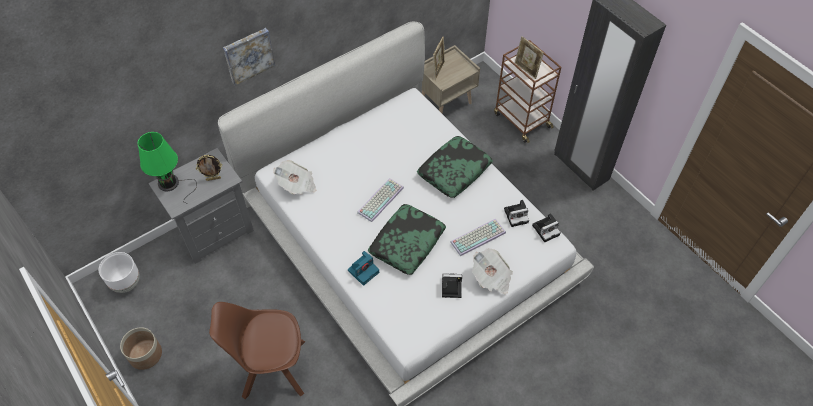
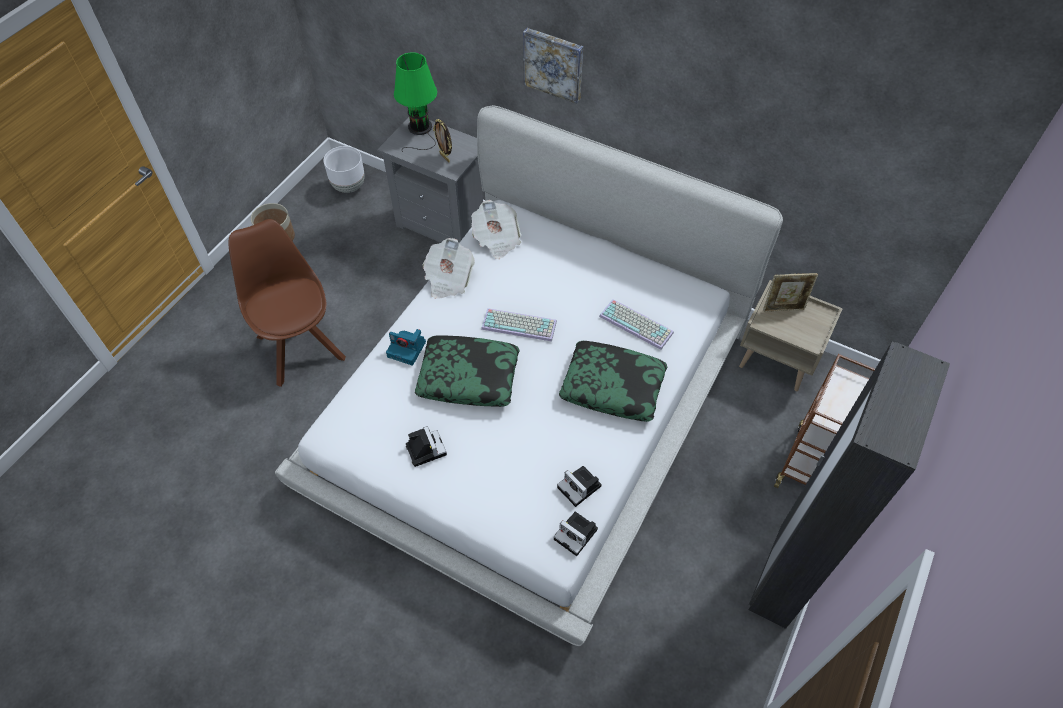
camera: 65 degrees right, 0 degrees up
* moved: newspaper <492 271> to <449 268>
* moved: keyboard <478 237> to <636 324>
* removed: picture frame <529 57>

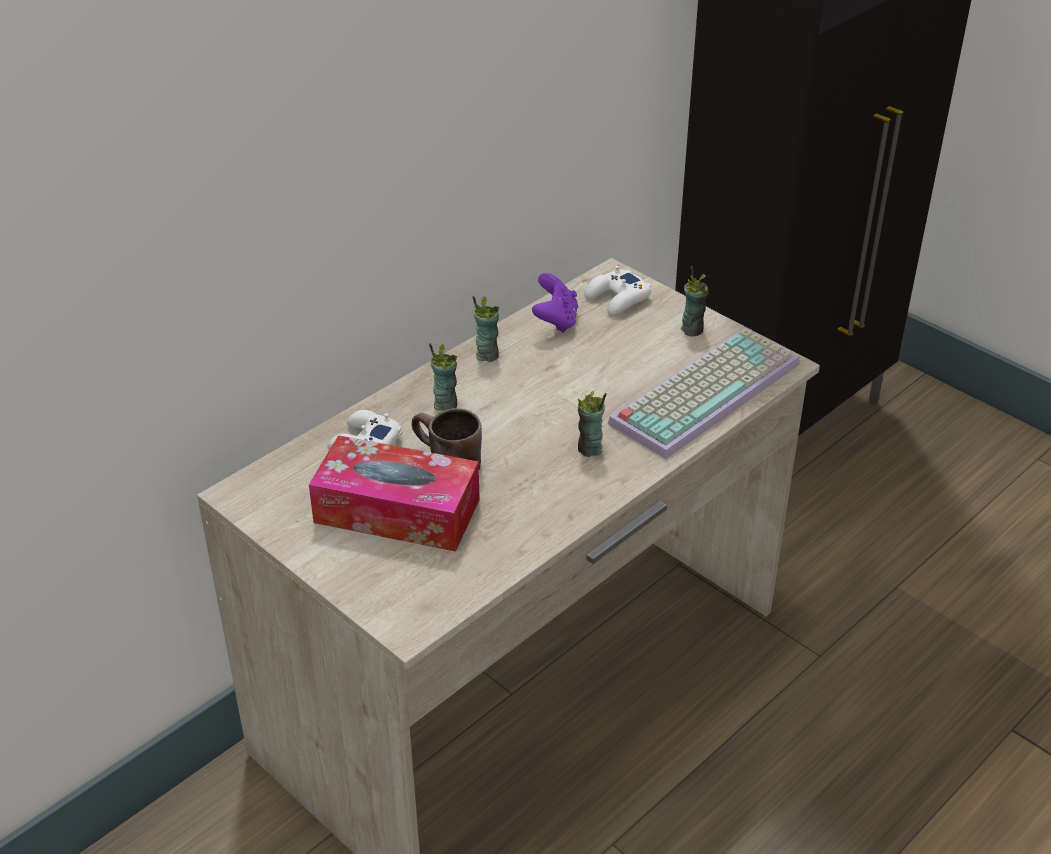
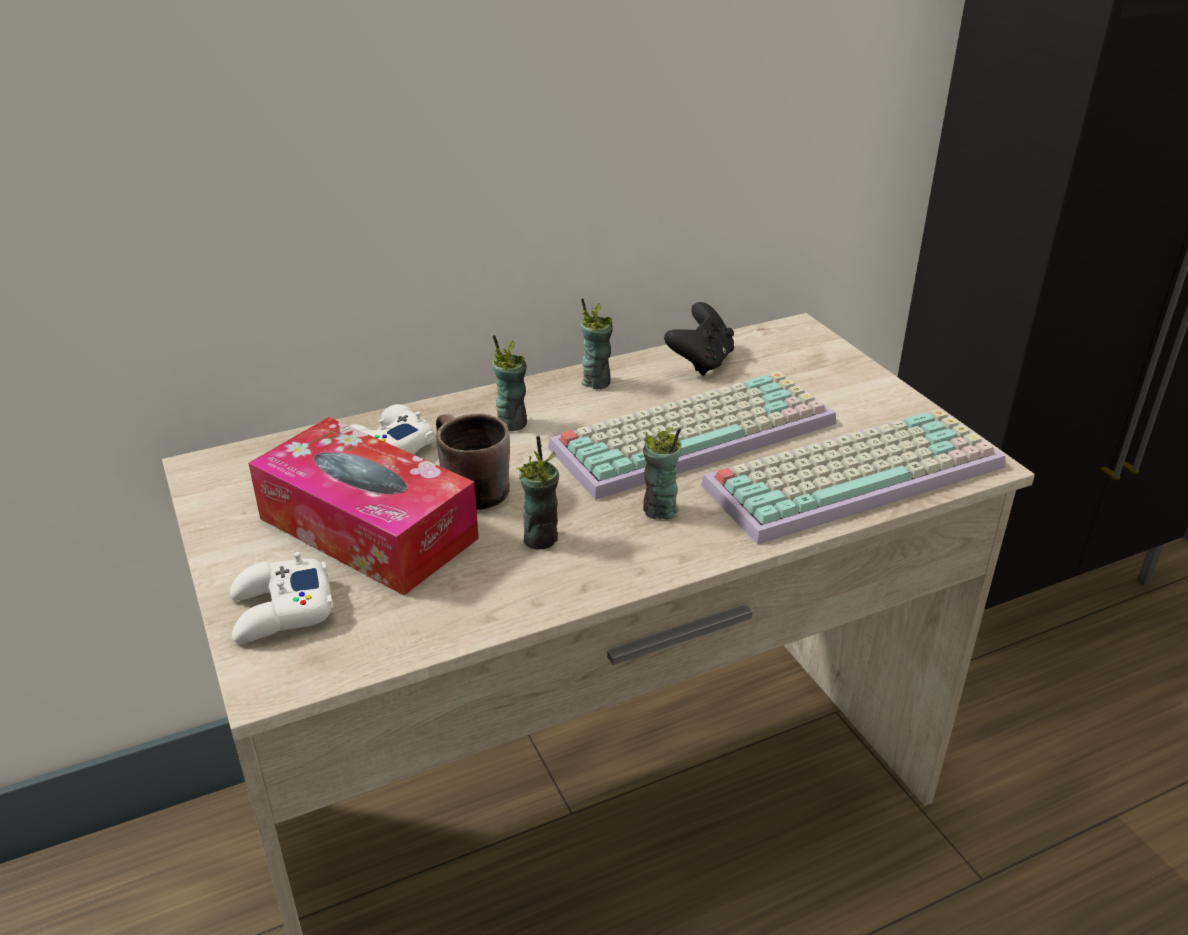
camera: 20 degrees right, 5 degrees down
* moved: game controller (white) <617 290> to <282 597>
* moved: cup <695 301> to <537 493>
* added: keyboard <692 436>
* recoloured: game controller (purple) <555 303> to game controller (black) <699 339>

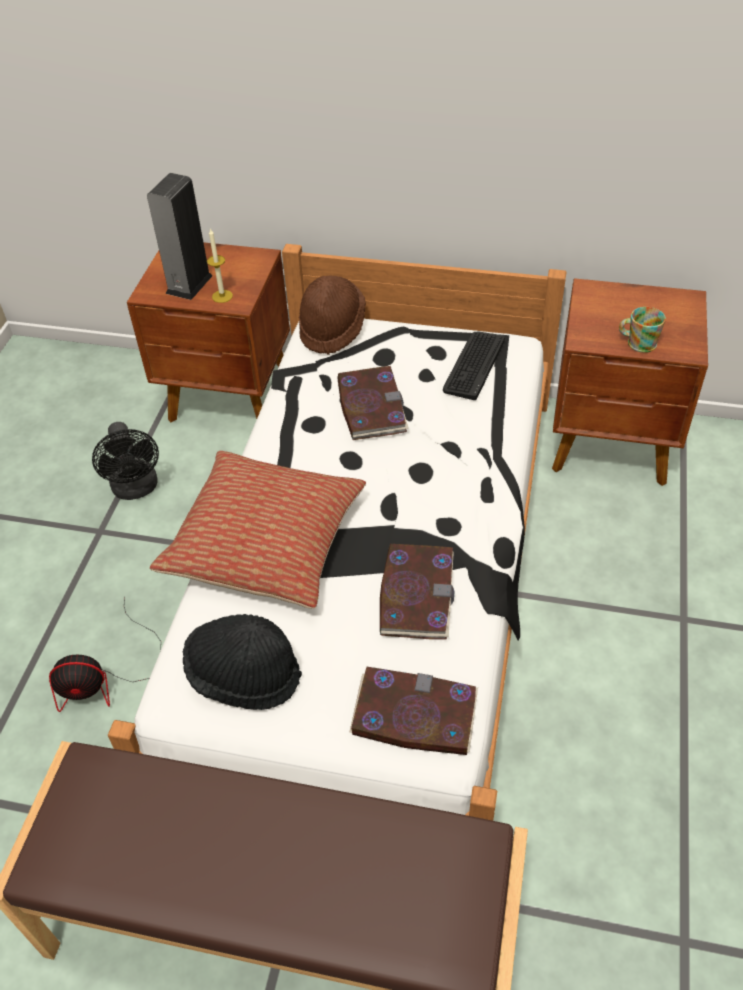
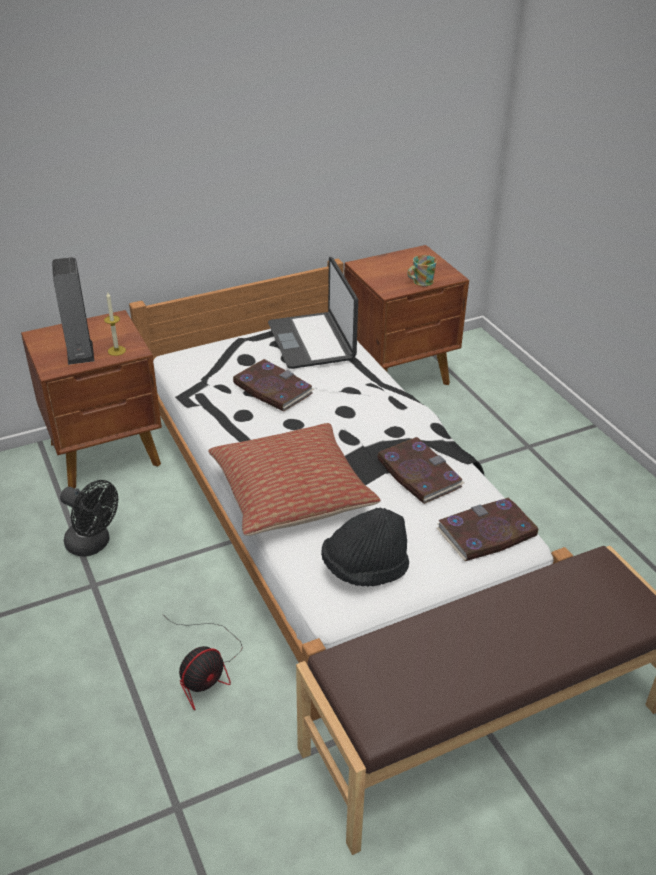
camera: 40 degrees left, 10 degrees down
* replaced: keyboard <474 365> to laptop <313 313>
* removed: hat (brown) <332 315>

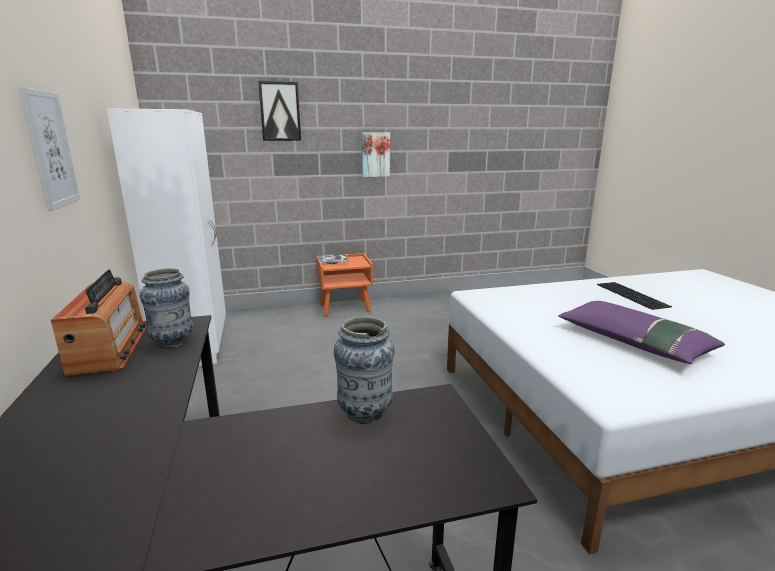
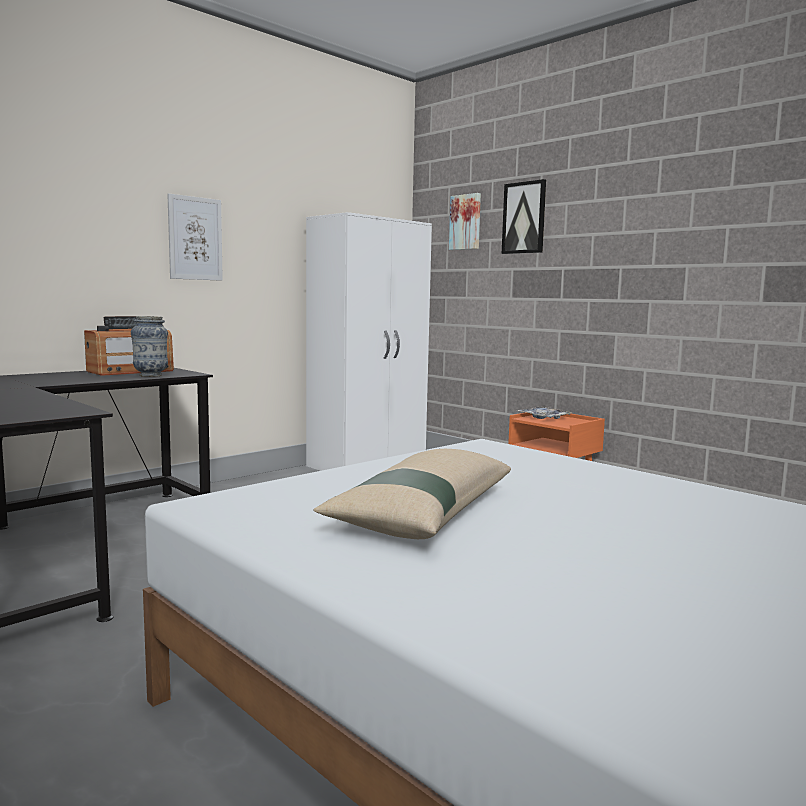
camera: 60 degrees right, 10 degrees down
* recoloured: pillow (purple) <641 332> to pillow (beige) <412 494>
* moved: picture <375 154> to <465 221>
* removed: vase <364 370>
* removed: keyboard <634 296>

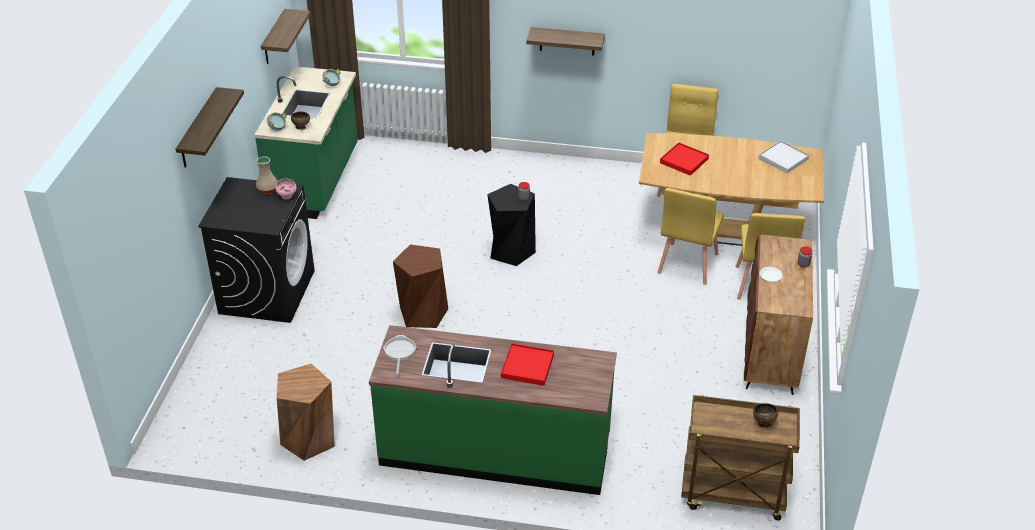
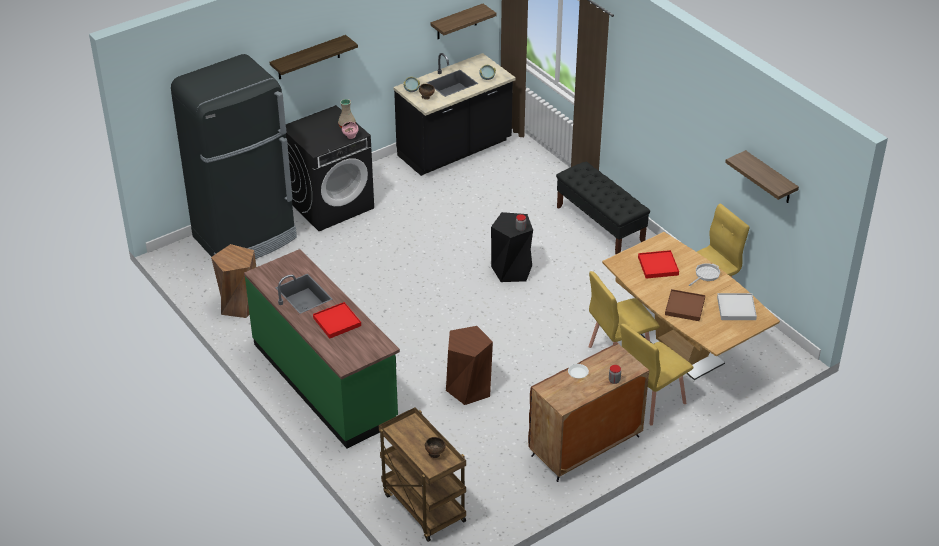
camera: 45 degrees right, 0 degrees up
* added: fridge (black) <234 156>
* recoloured: counter (green) <306 142> to counter (black) <454 114>
* moved: stool (brown) <420 286> to <469 365>
* added: bench (black) <603 208>
* added: tray (brown) <685 305>
* moved: frying pan <400 355> to <704 274>
* moved: shelf <565 41> to <762 176>

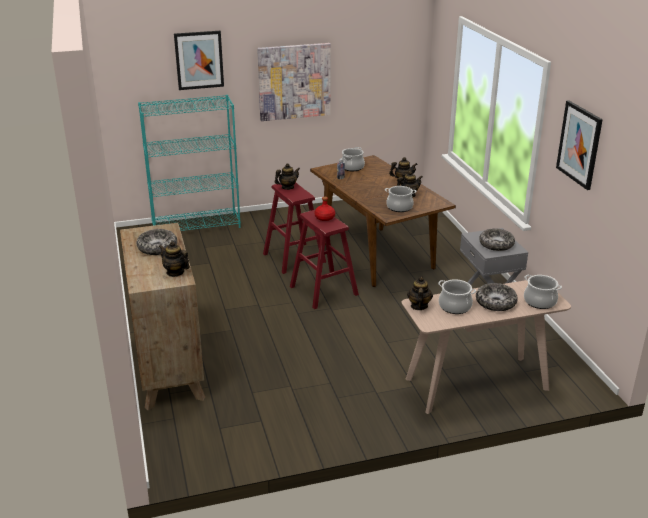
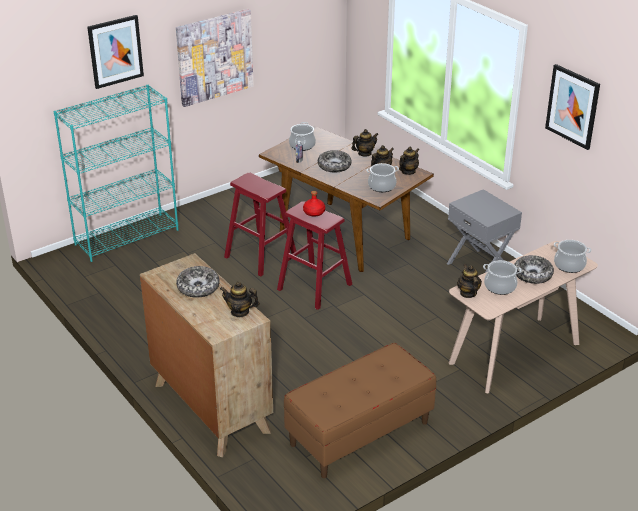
camera: 20 degrees left, 5 degrees up
* added: bench (brown) <360 410>
* moved: bowl <497 239> to <335 161>
* moved: teapot <287 176> to <409 161>

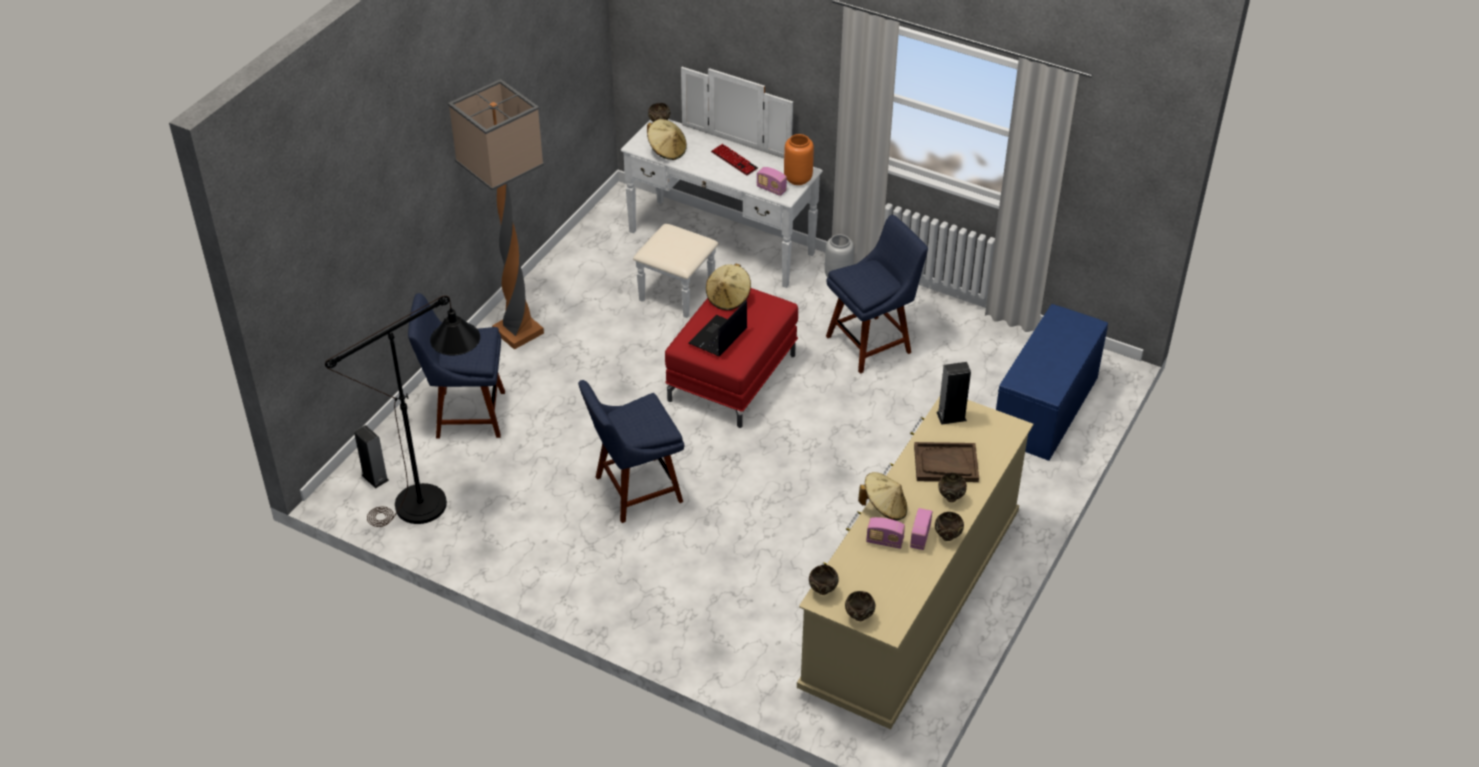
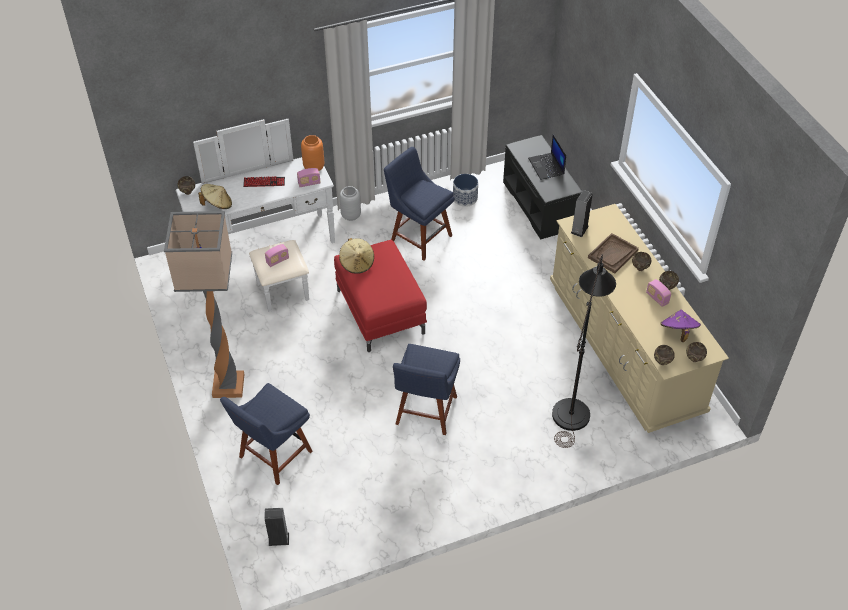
camera: 50 degrees left, 5 degrees up
* moved: radio <885 533> to <277 255>
* turned: chair (blue) <877 294> = <419 204> 60 degrees counterclockwise
* added: planter <465 190>
* recoloured: bench (blue) <1052 382> to bench (black) <542 187>
* moved: laptop <718 328> to <547 157>
* moved: floor lamp (black) <402 411> to <584 351>
* added: hat (purple) <680 326>
* removed: hat (beige) <882 496>

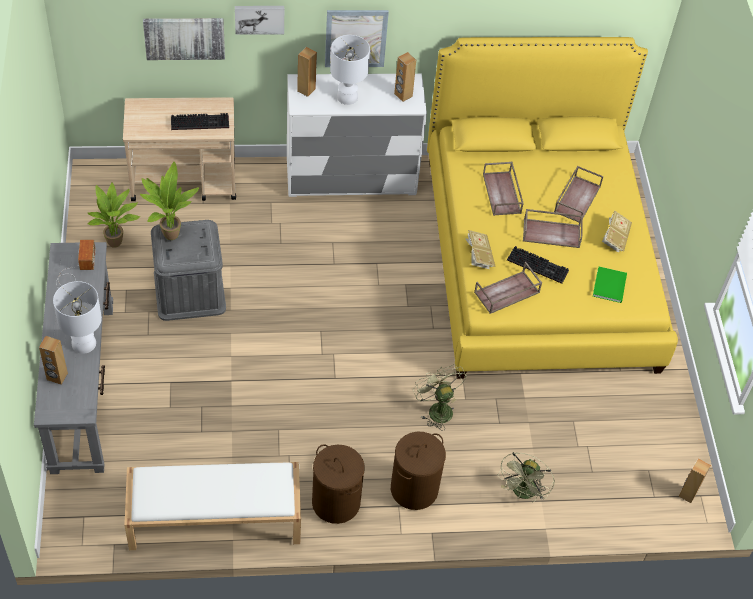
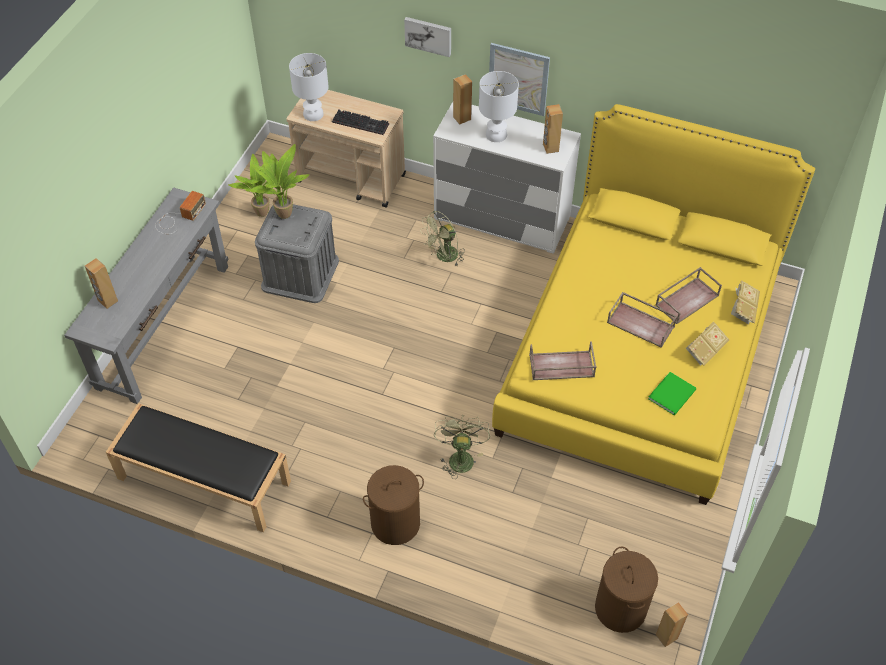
camera: 30 degrees right, 0 degrees up
* recoloured: bench (white) <212 506> to bench (black) <198 467>
* moved: table lamp (white) <77 317> to <309 87>
* moved: fan (green) <526 477> to <442 238>
* moved: laundry basket (brown) <338 484> to <626 590>
* moved: book <480 249> to <745 302>
* removed: picture <184 39>
* removed: tray (brown) <503 189>
* removed: keyboard <538 265>

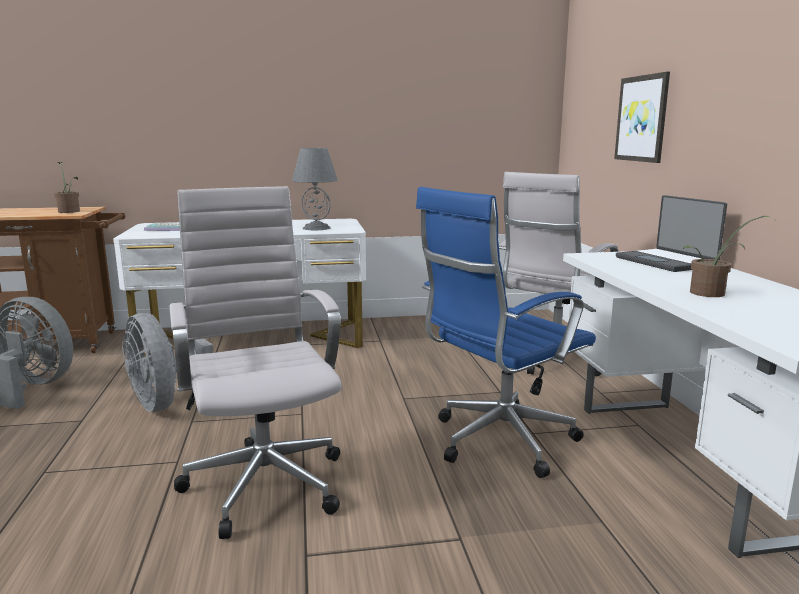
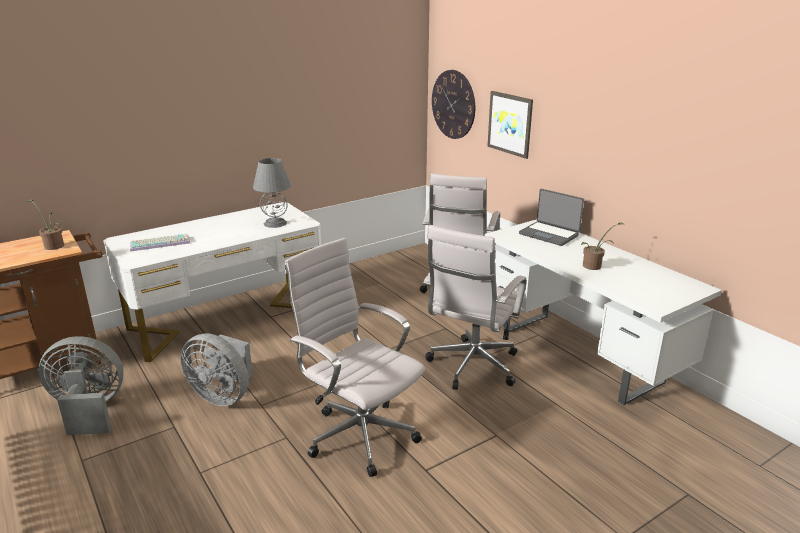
camera: 25 degrees left, 10 degrees up
* recoloured: office chair (blue) <506 332> to office chair (white) <475 307>
* added: wall clock <453 104>

